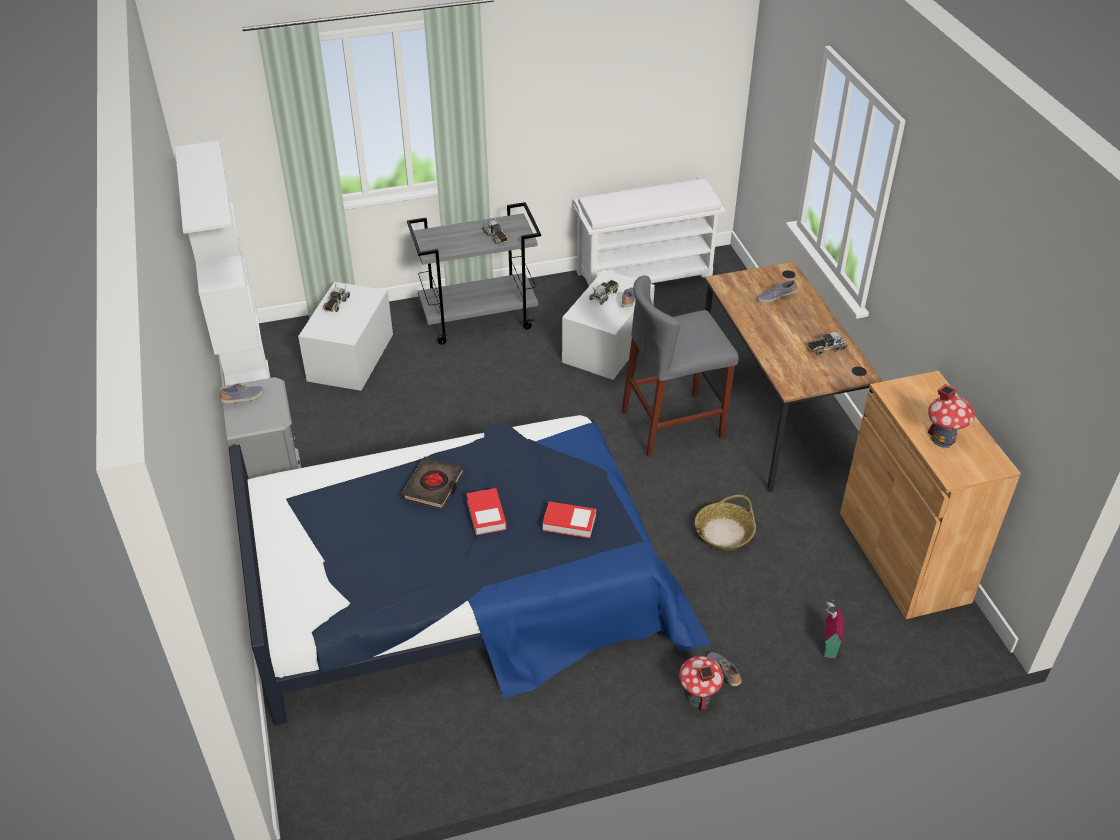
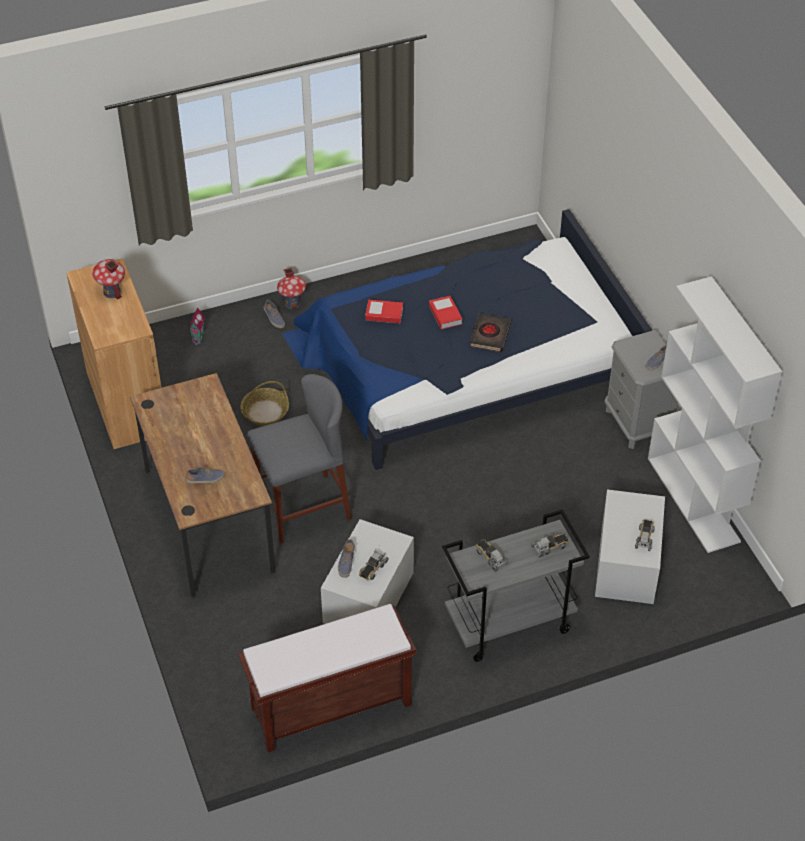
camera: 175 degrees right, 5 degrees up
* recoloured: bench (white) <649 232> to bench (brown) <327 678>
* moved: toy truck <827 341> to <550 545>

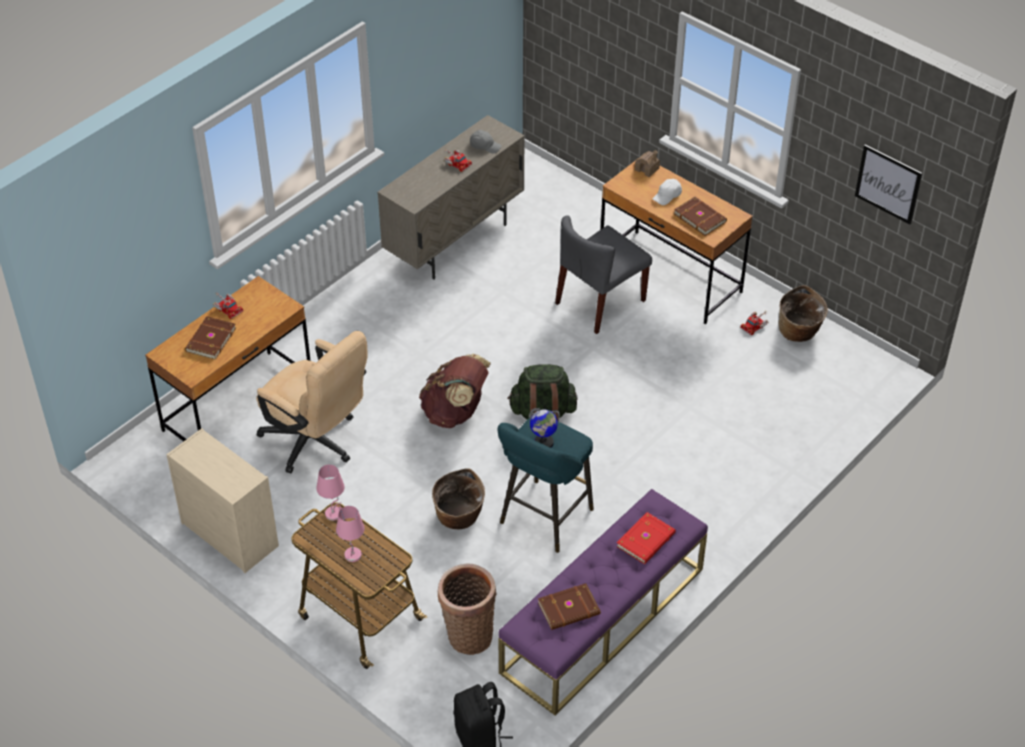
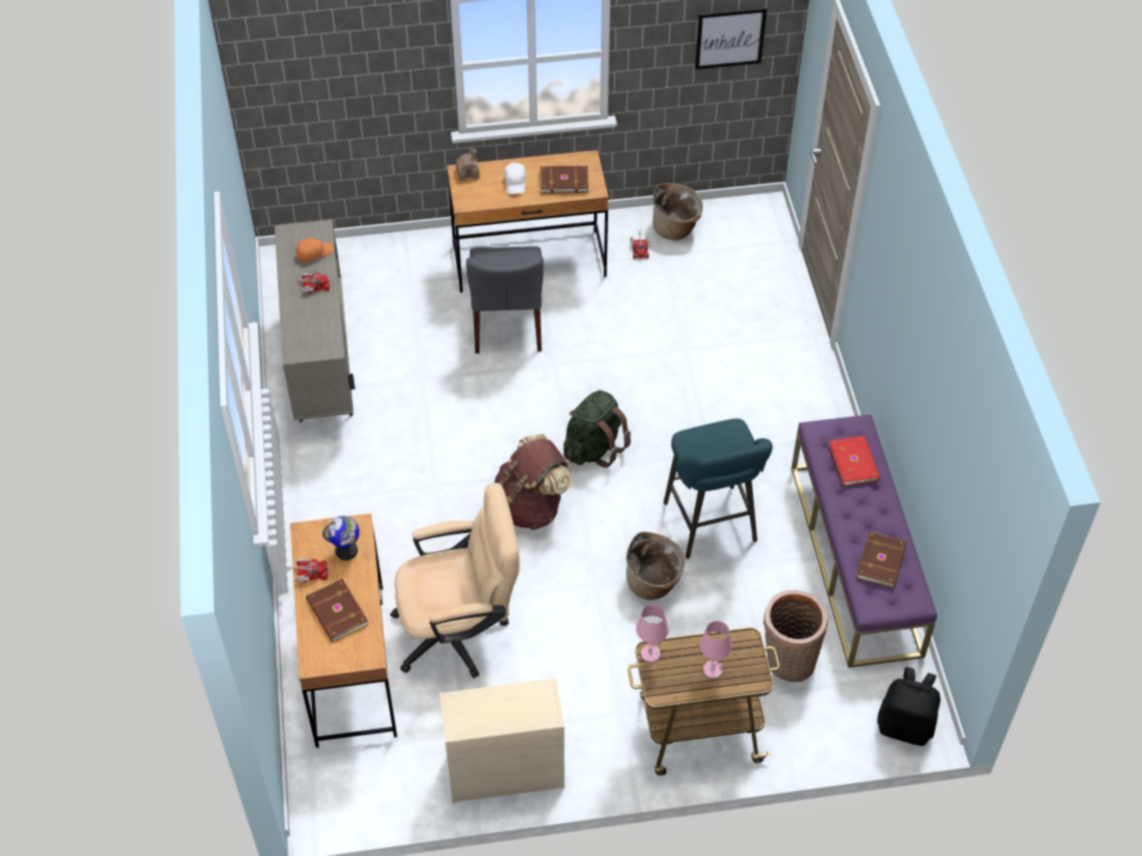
camera: 50 degrees left, 5 degrees up
* recoloured: cap (grey) <485 142> to cap (orange) <315 250>
* moved: globe <544 428> to <340 538>

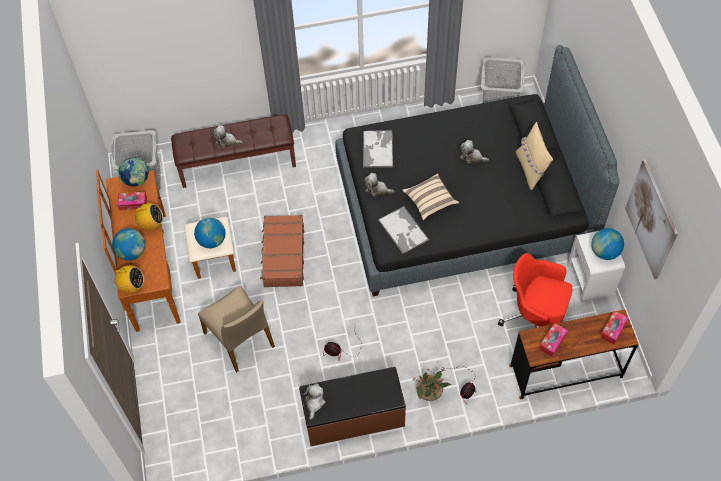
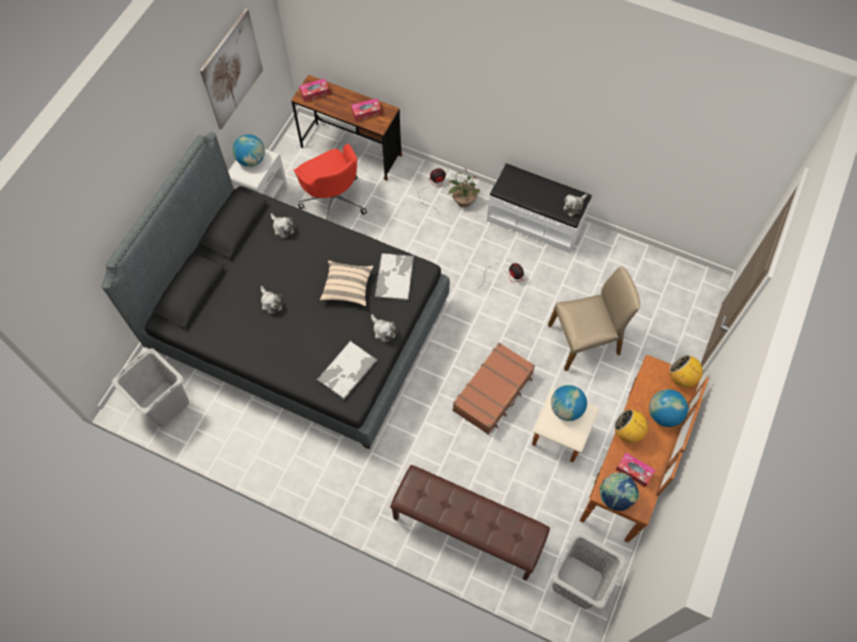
camera: 145 degrees left, 5 degrees up
* moved: plush toy <228 136> to <282 225>
* recoloured: bench (brown) <352 406> to bench (white) <539 208>
* turned: chair (beige) <236 329> = <594 318> 75 degrees clockwise
* removed: pillow (beige) <534 156>

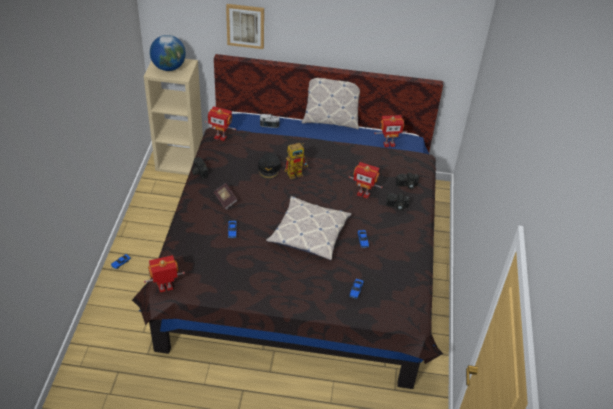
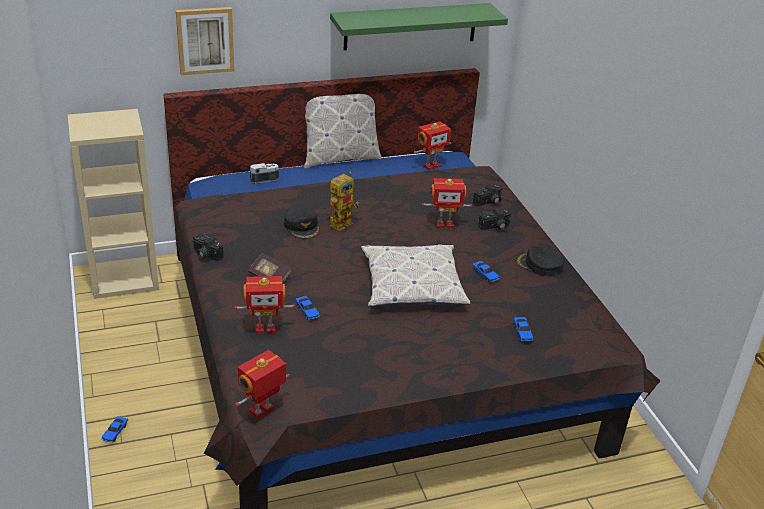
camera: 25 degrees left, 10 degrees down
* moved: toy robot <220 123> to <264 305>
* added: shelf (green) <419 26>
* added: cap (black) <540 260>
* removed: globe <168 53>

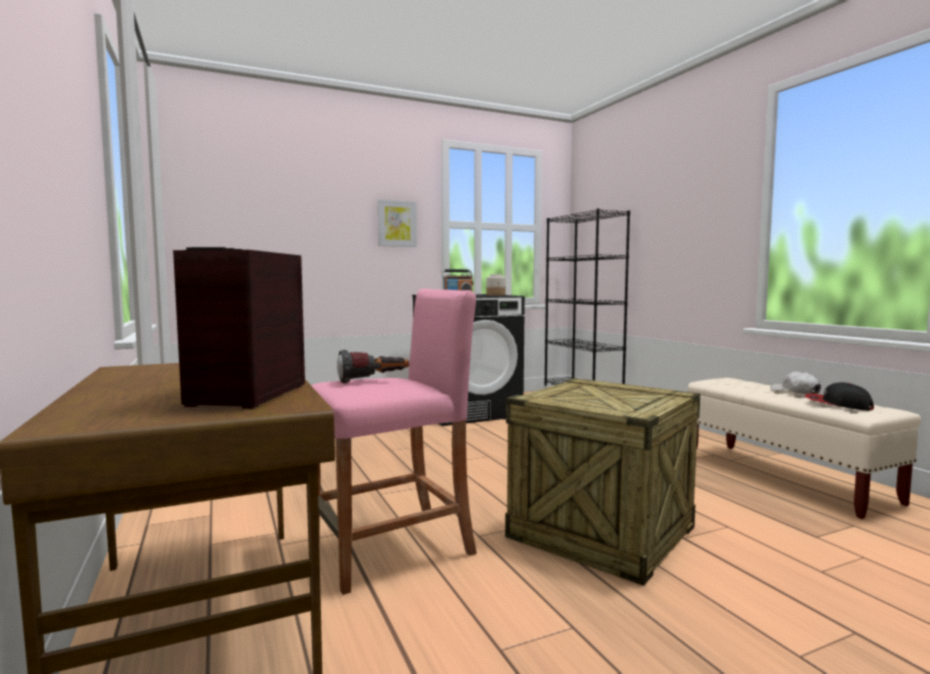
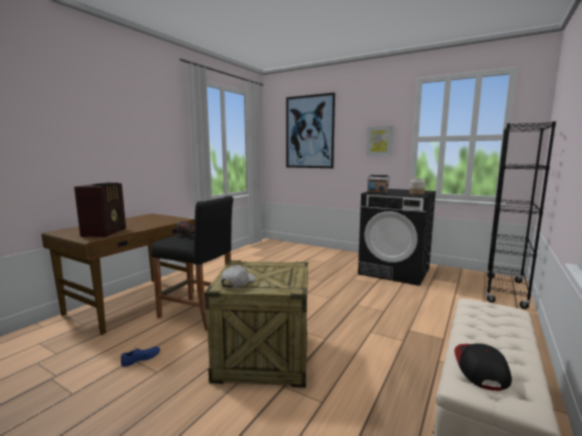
camera: 55 degrees right, 5 degrees up
* turned: radio <239 328> = <100 210> 120 degrees clockwise
* added: shoe (blue) <140 356>
* recoloured: stool (pink) <394 442> to stool (black) <192 263>
* moved: cap (white) <795 382> to <238 276>
* added: picture <310 130>

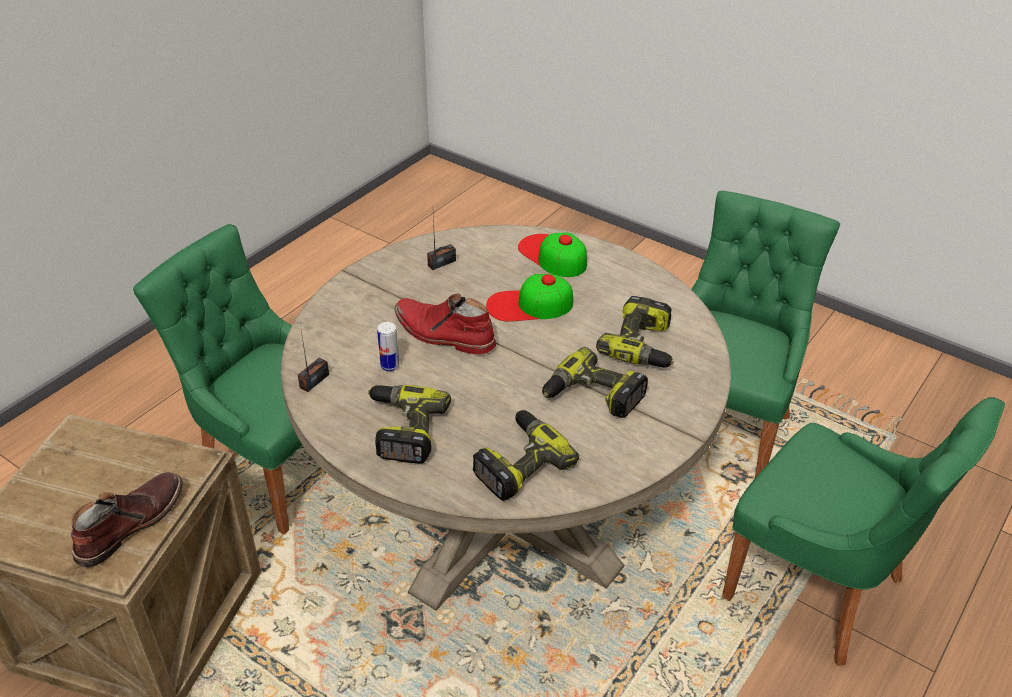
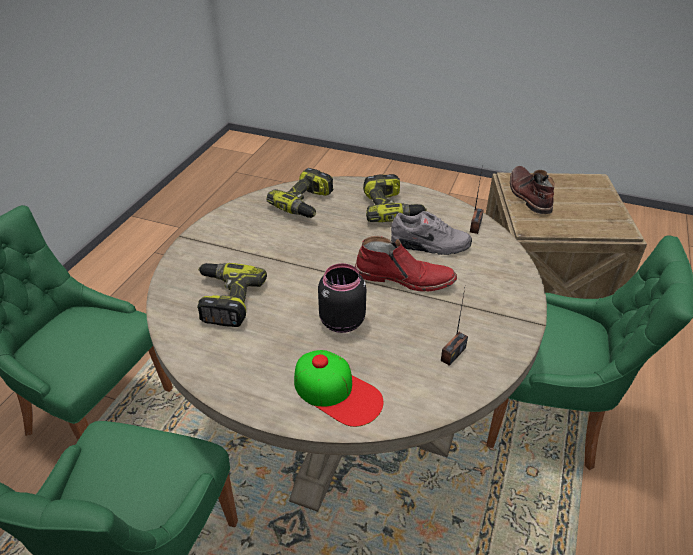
camera: 165 degrees right, 0 degrees up
* replaced: cap <529 298> to jar (black) <342 298>
* replaced: can <388 346> to shoe (grey) <431 233>
* turned: boot (brown) <127 520> = <532 190> 150 degrees clockwise
* removed: power drill <595 382>

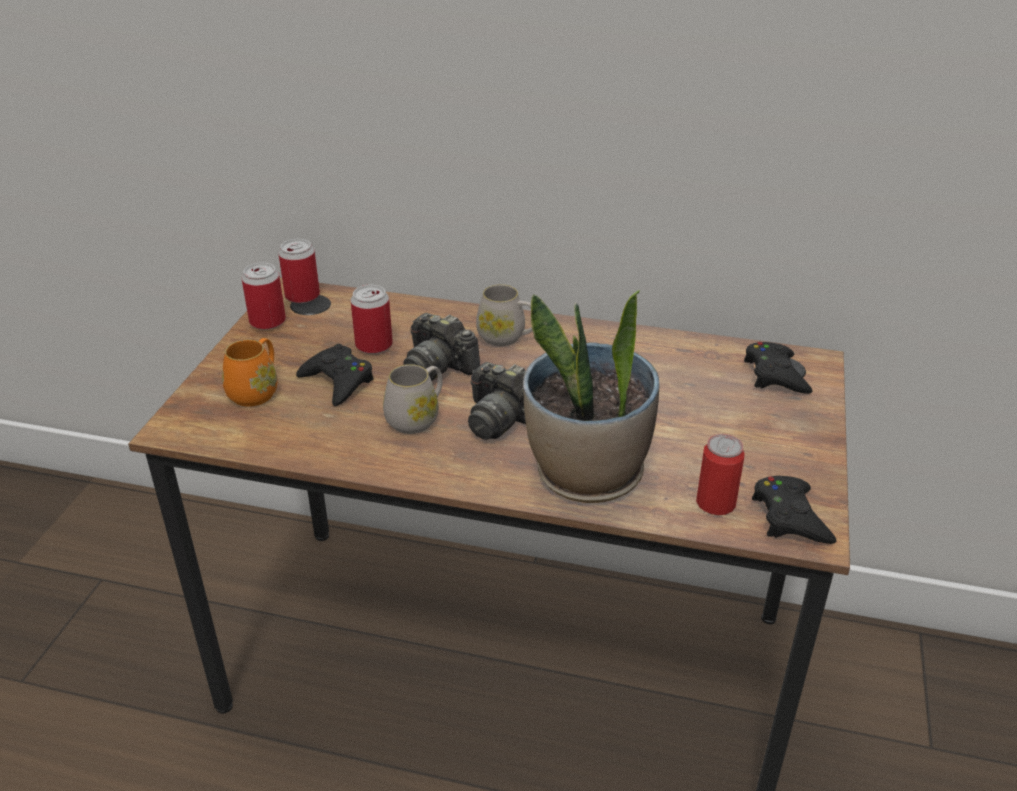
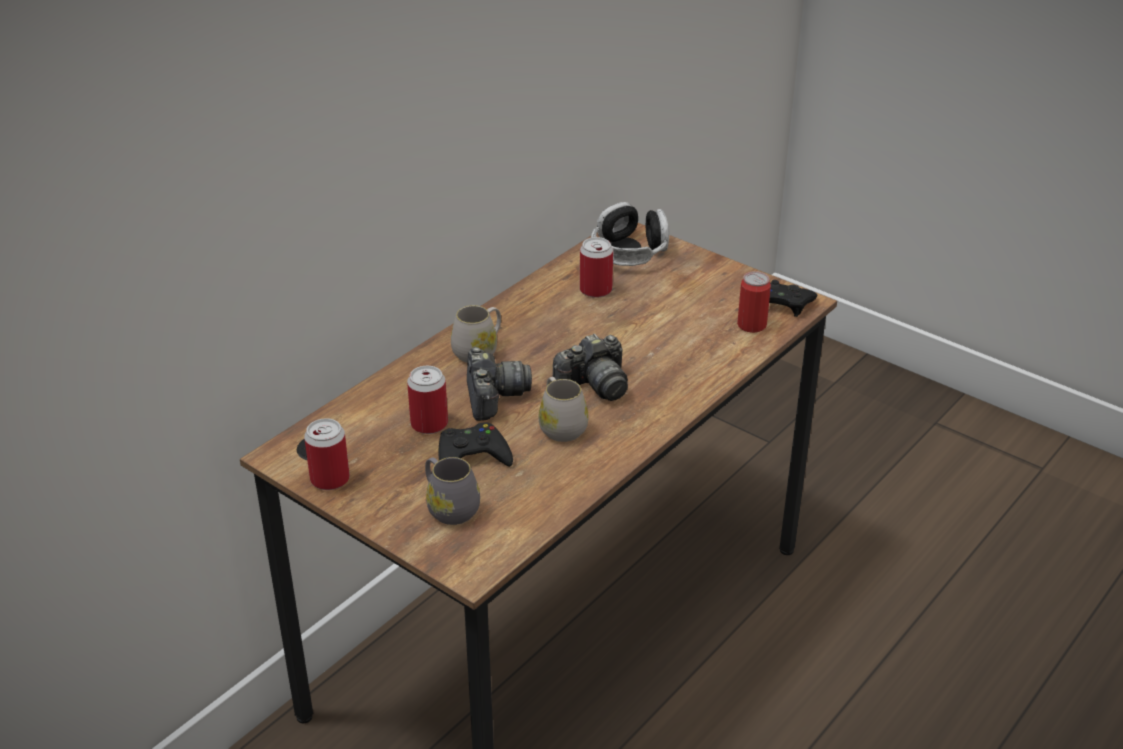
camera: 65 degrees left, 0 degrees up
* recoloured: mug (orange) <249 372> to mug (grey) <452 491>
* turned: photo camera <441 347> = <499 384> 75 degrees counterclockwise
* moved: can <299 271> to <596 267>
* replaced: game controller (black) <778 368> to headphones <630 234>
* removed: potted plant <591 396>

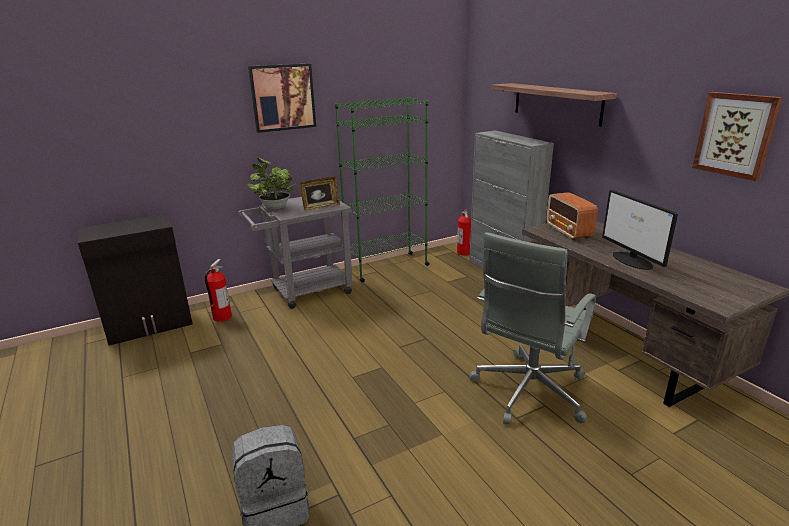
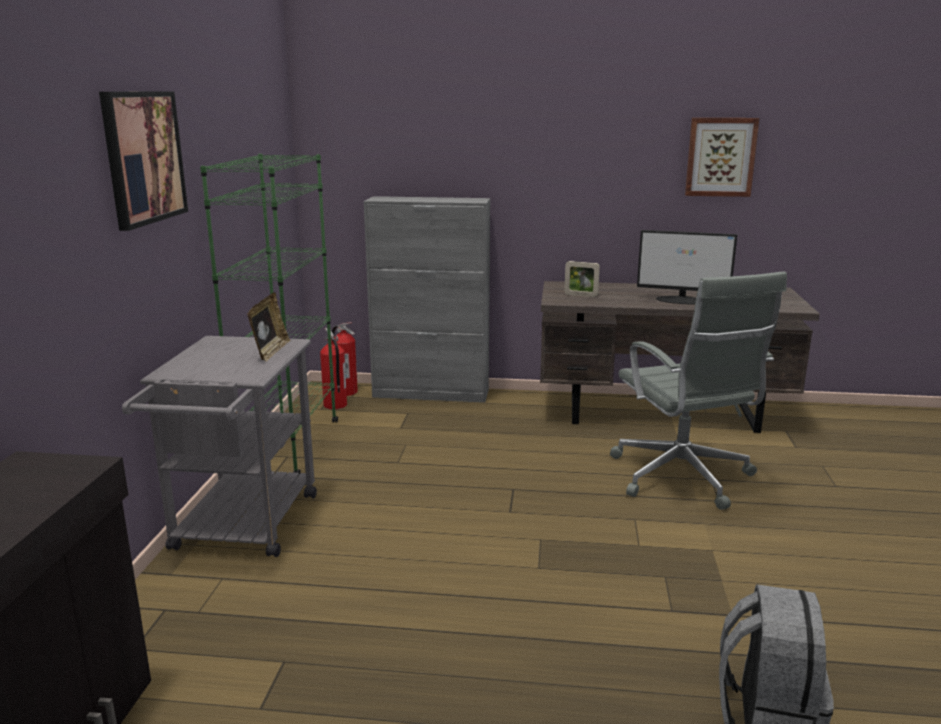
camera: 55 degrees left, 5 degrees down
* moved: fire extinguisher <218 290> to <333 368>
* replaced: radio <572 216> to picture frame <582 279>
* removed: potted plant <271 184>
* removed: shelf <554 104>

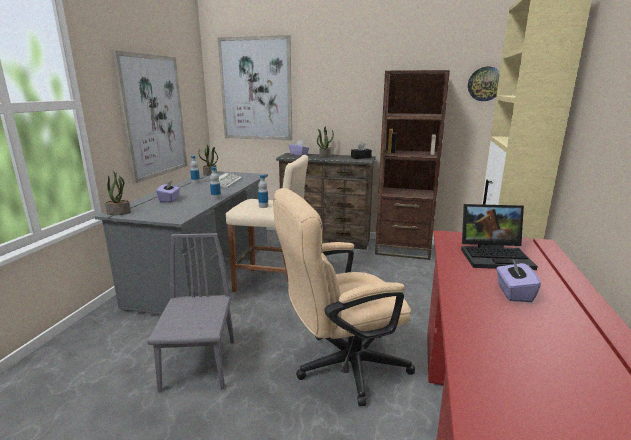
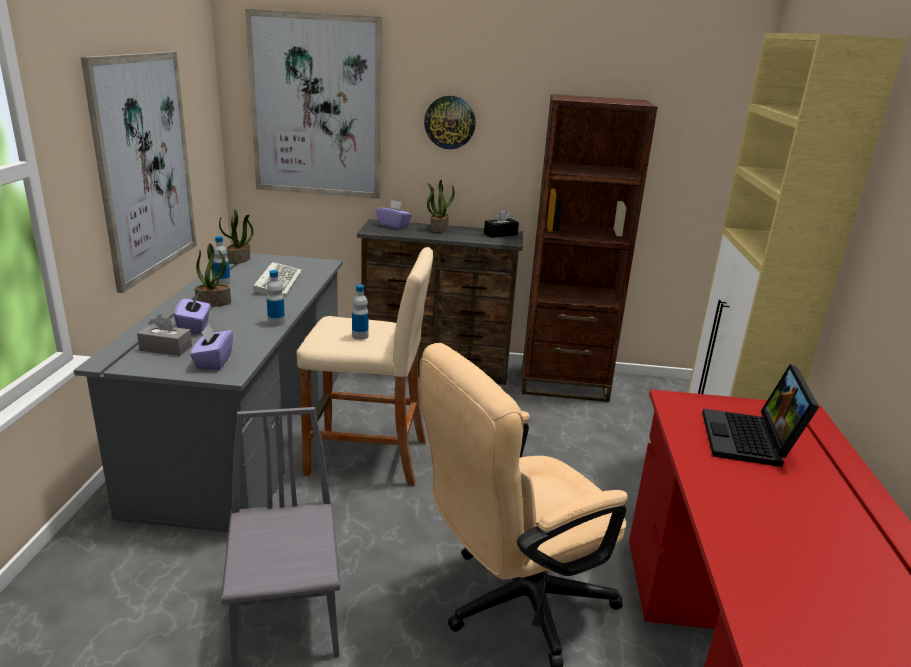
camera: 10 degrees left, 5 degrees up
* added: tissue box (grey) <164 335>
* moved: tissue box (purple) <518 280> to <211 347>
* moved: potted plant <118 193> to <213 275>
* moved: wall clock <484 84> to <450 122>
* turned: laptop <499 237> = <760 415> 105 degrees clockwise

